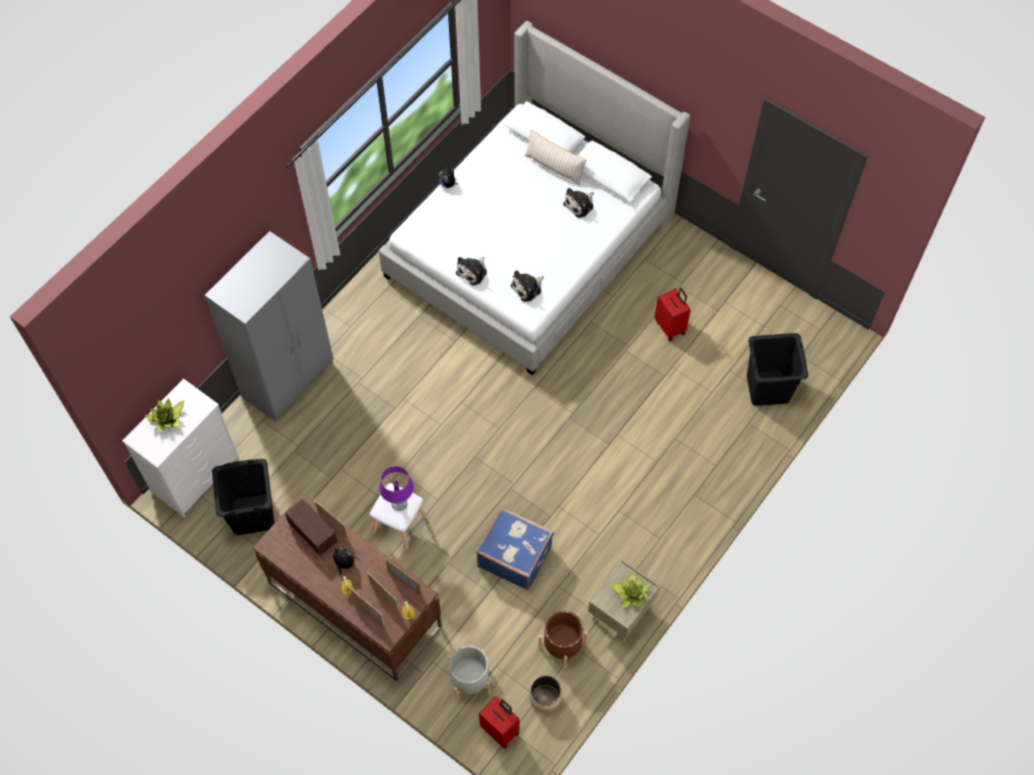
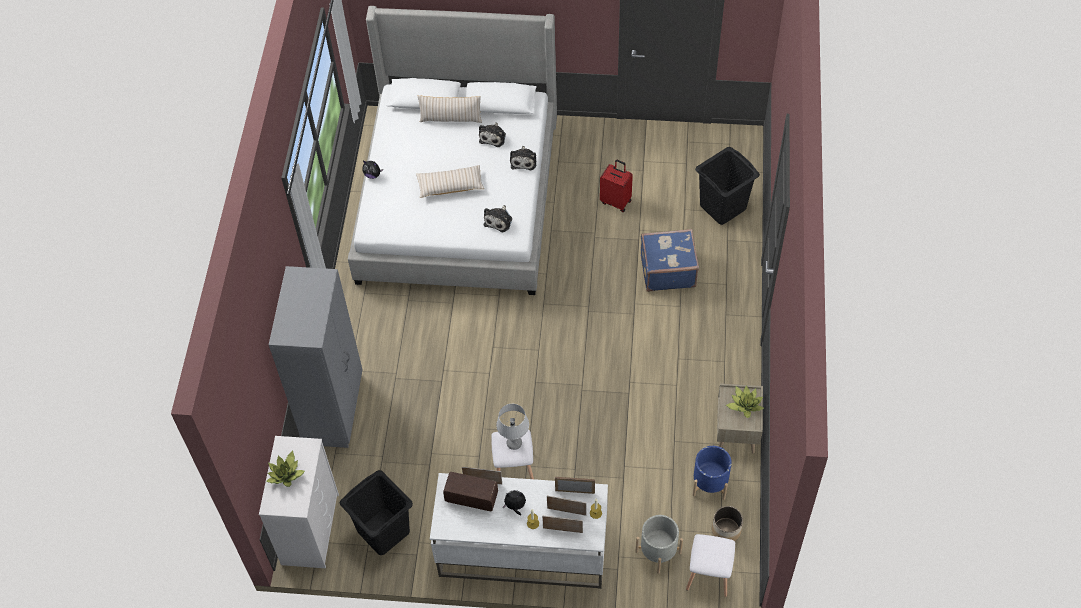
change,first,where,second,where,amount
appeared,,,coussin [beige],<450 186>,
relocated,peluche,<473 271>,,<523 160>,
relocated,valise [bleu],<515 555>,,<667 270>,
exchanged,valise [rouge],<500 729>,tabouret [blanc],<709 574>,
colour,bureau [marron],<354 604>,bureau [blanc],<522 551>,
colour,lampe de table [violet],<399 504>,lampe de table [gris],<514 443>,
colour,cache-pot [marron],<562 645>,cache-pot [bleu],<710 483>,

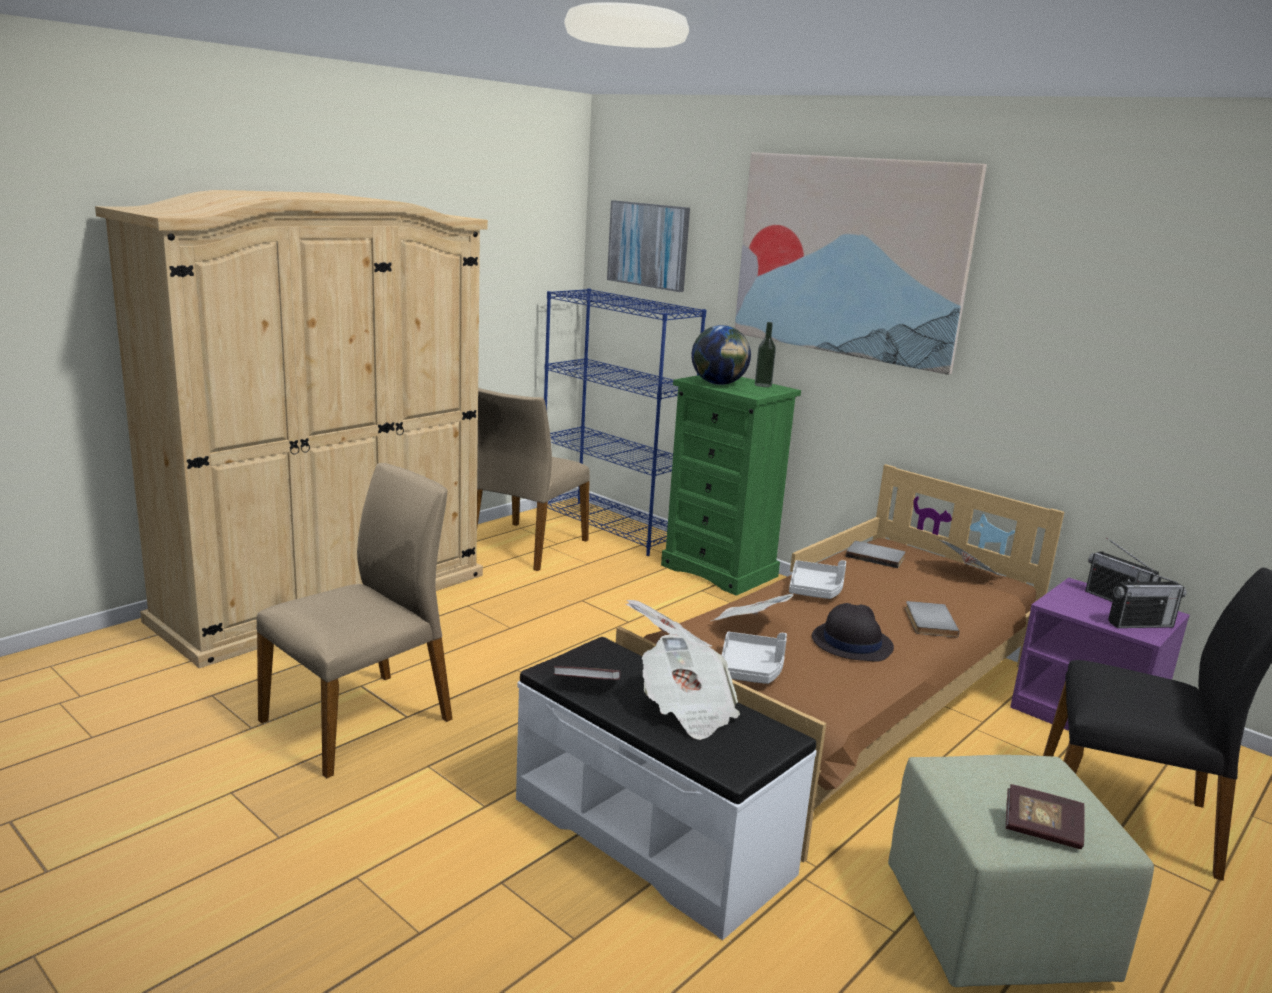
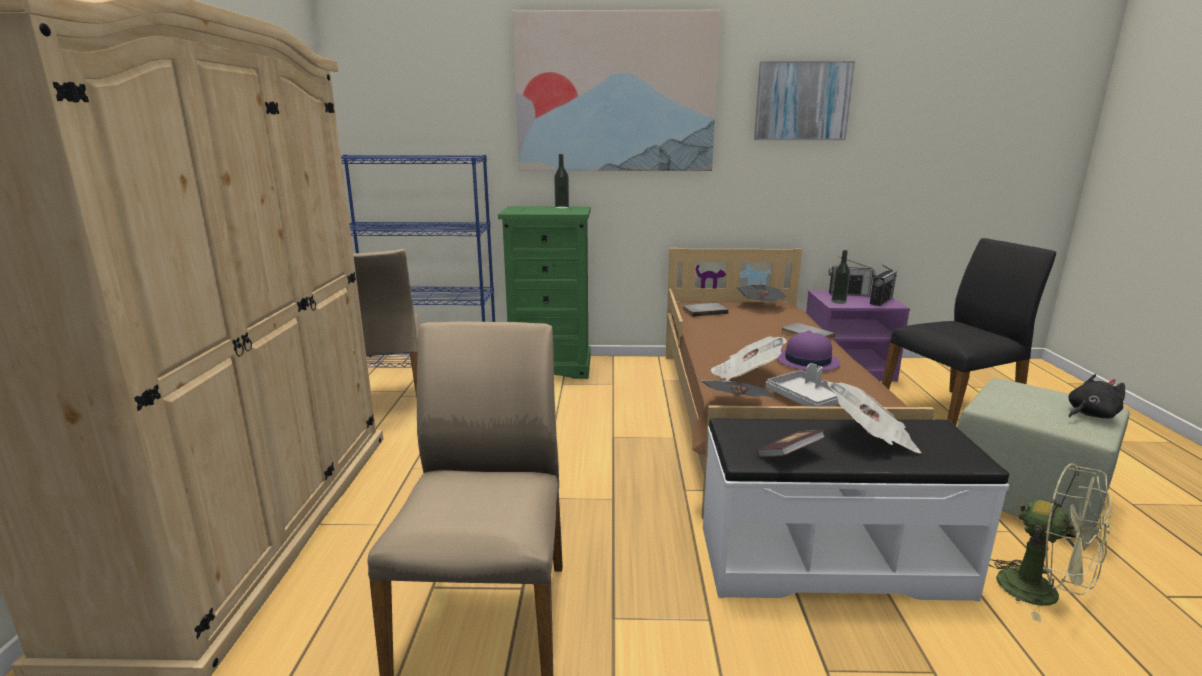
change,first,where,second,where,amount
missing,globe,<718 384>,,,
missing,plateau [gris],<816 589>,,,
appeared,,,bouteille,<838 301>,
appeared,,,ventilateur [vert],<1042 593>,
relocated,tableau,<648 245>,,<802 101>,
exchanged,livre,<1041 830>,peluche [noir],<1089 414>,
colour,chapeau [noir],<851 643>,chapeau [violet],<807 361>,

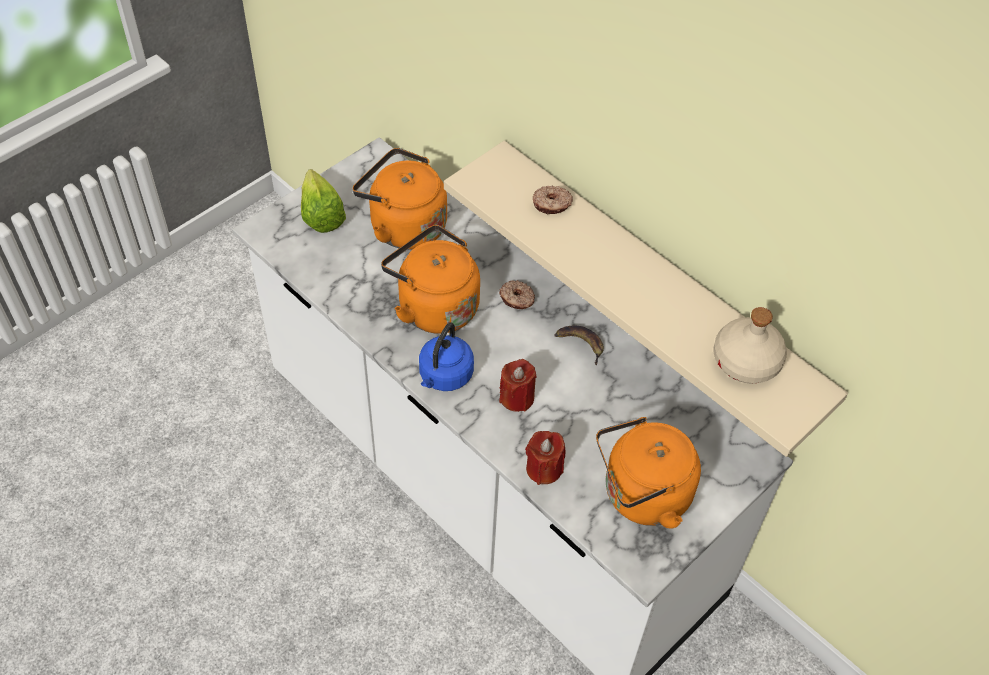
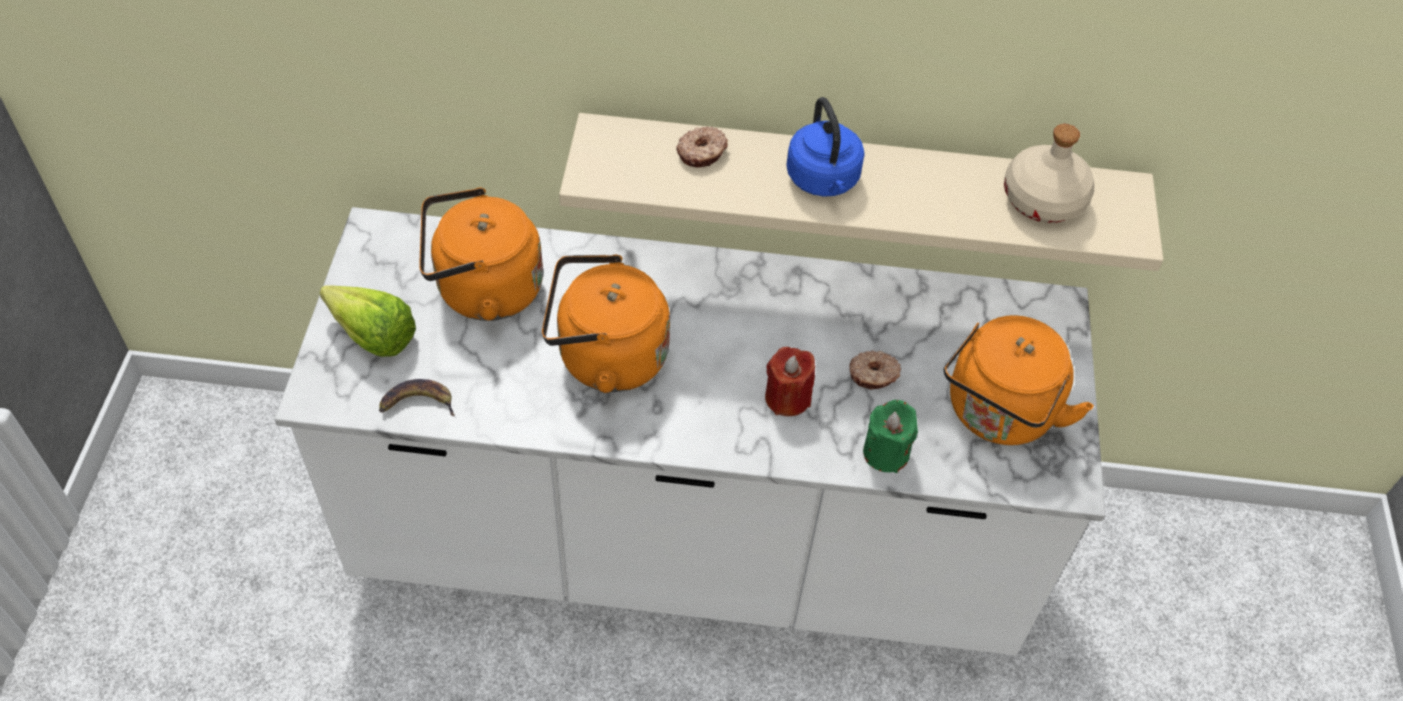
change,first,where,second,where,amount
relocated,bouilloire [bleu],<444 376>,,<823 181>,
relocated,beignet,<517 299>,,<873 375>,
relocated,banane,<580 344>,,<417 403>,
colour,bougie [rouge],<544 469>,bougie [vert],<886 452>,

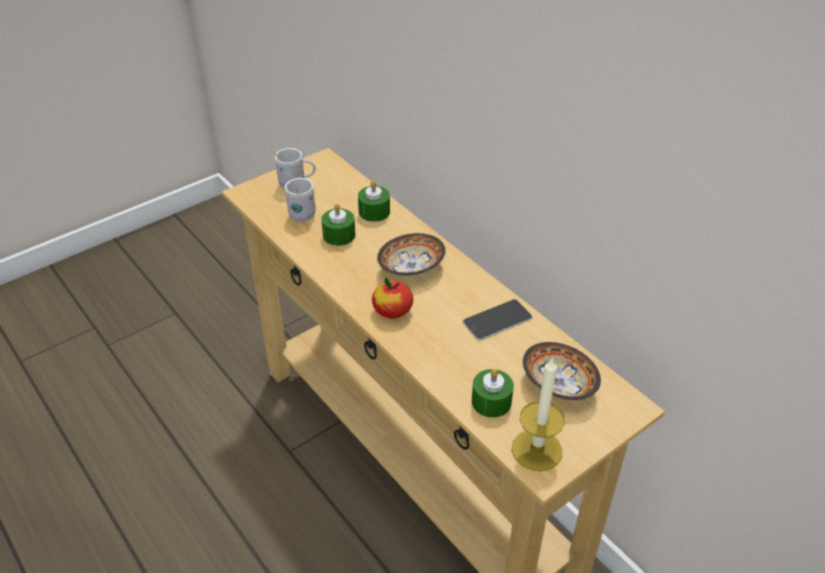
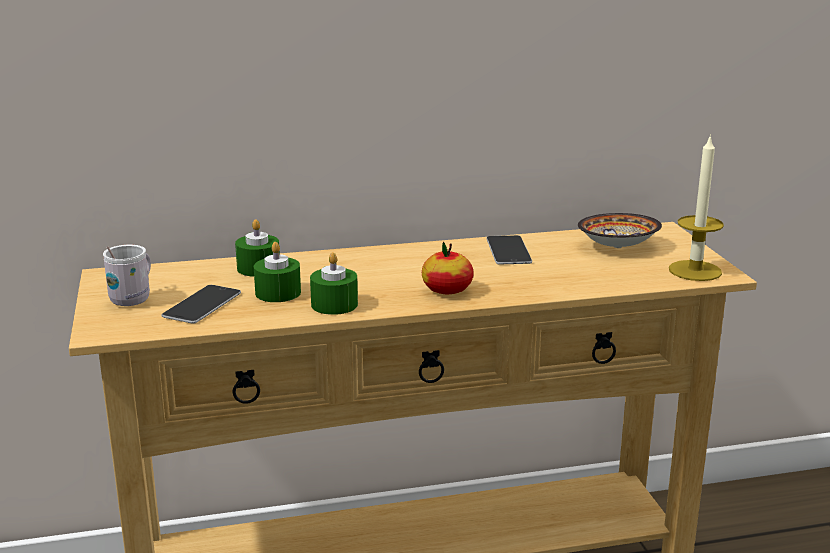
change,first,where,second,where,amount
missing,bol,<409 268>,,,
relocated,bougie [vert],<491 401>,,<334 304>,
exchanged,mug [blanc],<302 212>,téléphone,<202 304>,

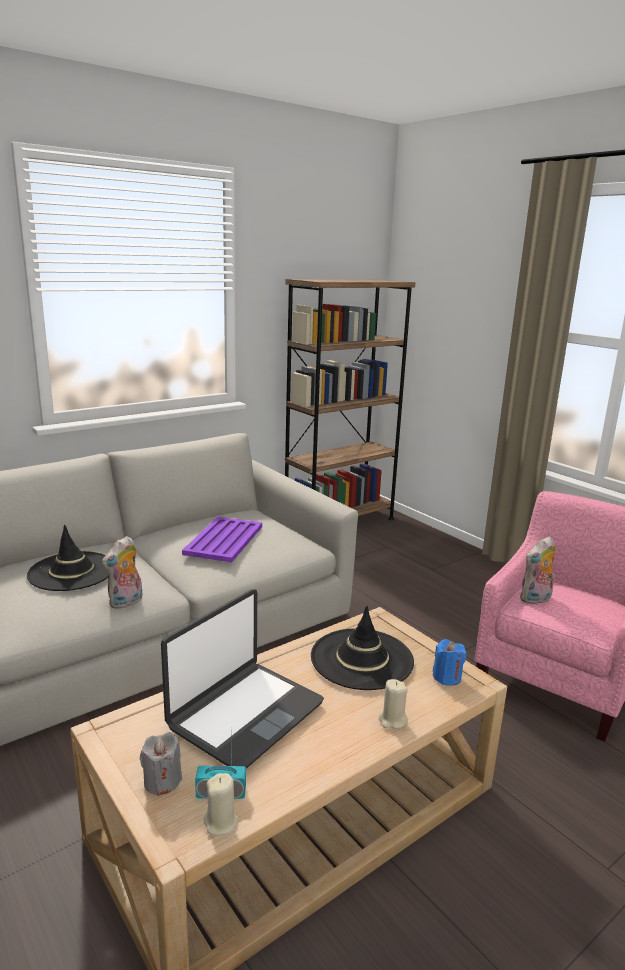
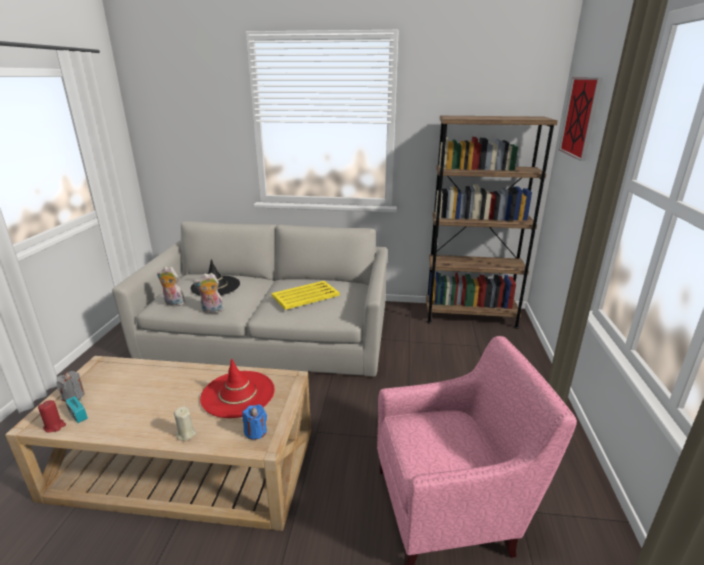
change,first,where,second,where,amount
missing,ordinateur portable,<245 714>,,,
appeared,,,tableau,<580 117>,
relocated,peluche,<535 600>,,<173 304>,
colour,plateau [violet],<223 540>,plateau [jaune],<305 295>,
colour,bougie [beige],<221 822>,bougie [rouge],<54 426>,
colour,chapeau [noir],<362 659>,chapeau [rouge],<238 394>,

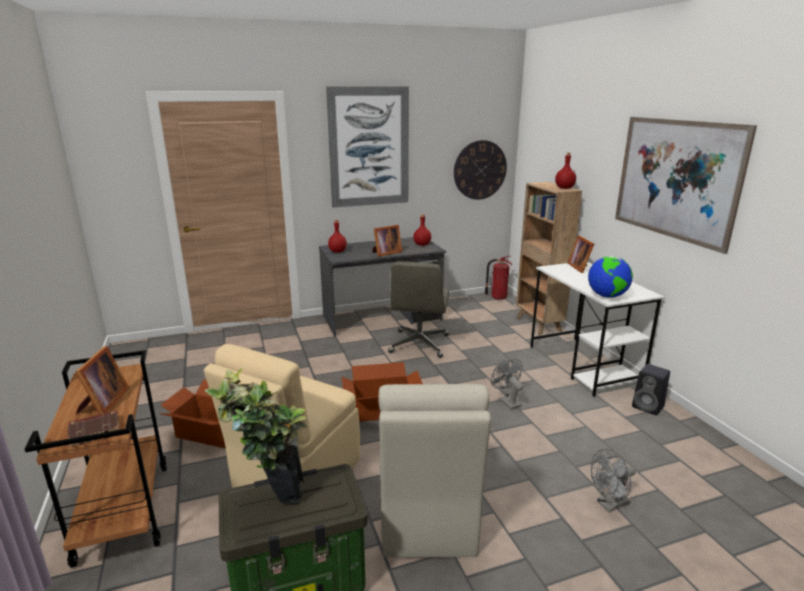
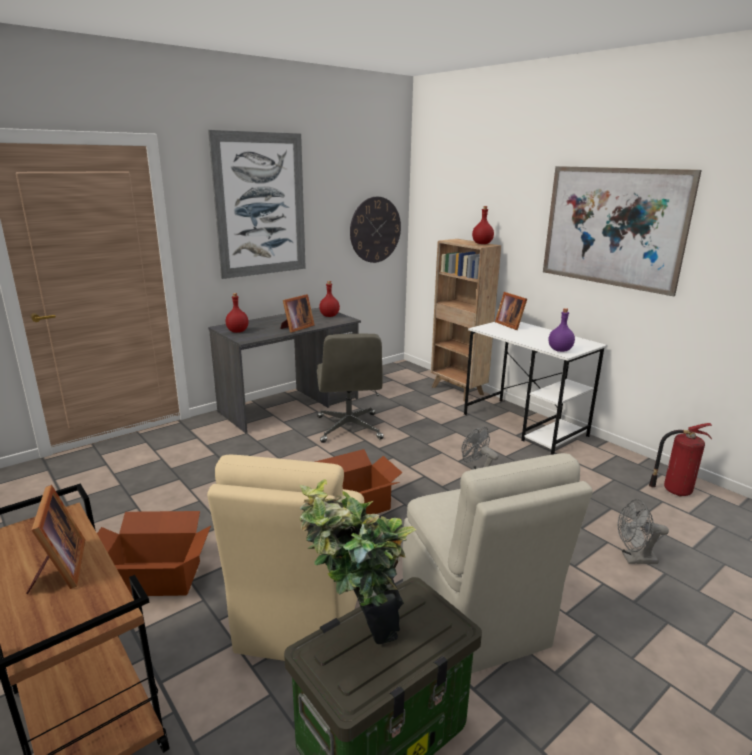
change,first,where,second,where,amount
missing,livre [marron],<95 431>,,,
missing,enceinte [noir],<648 407>,,,
relocated,extincteur,<498 297>,,<674 490>,
exchanged,globe,<607 296>,bouteille [violet],<559 350>,
spun,ventilateur [gris],<609 505>,,<634 559>,45 degrees clockwise

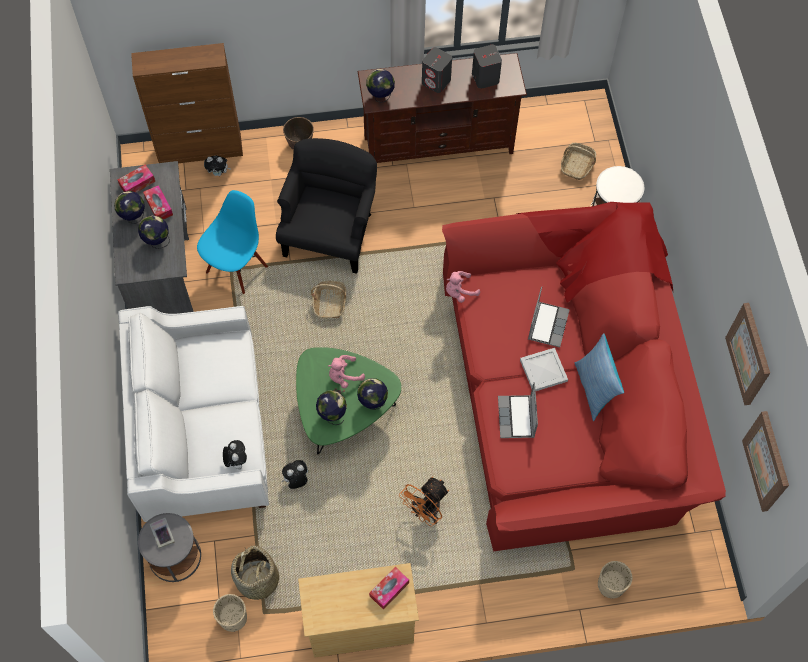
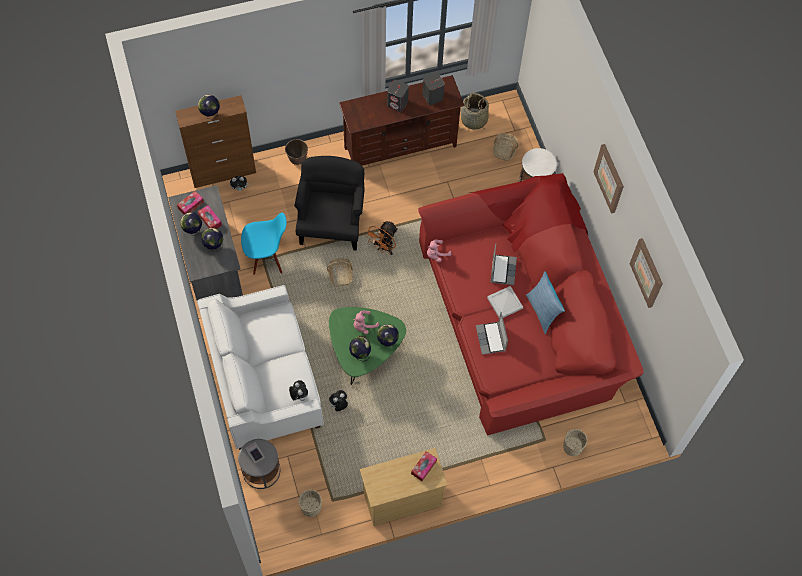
change,first,where,second,where,amount
relocated,panier,<257 580>,,<474 120>,
relocated,globe,<380 97>,,<210 115>,
relocated,ventilateur [orange],<425 511>,,<383 248>,
relocated,tableau,<767 461>,,<609 178>,
spun,chaise [bleu],<236 268>,,<267 258>,60 degrees clockwise

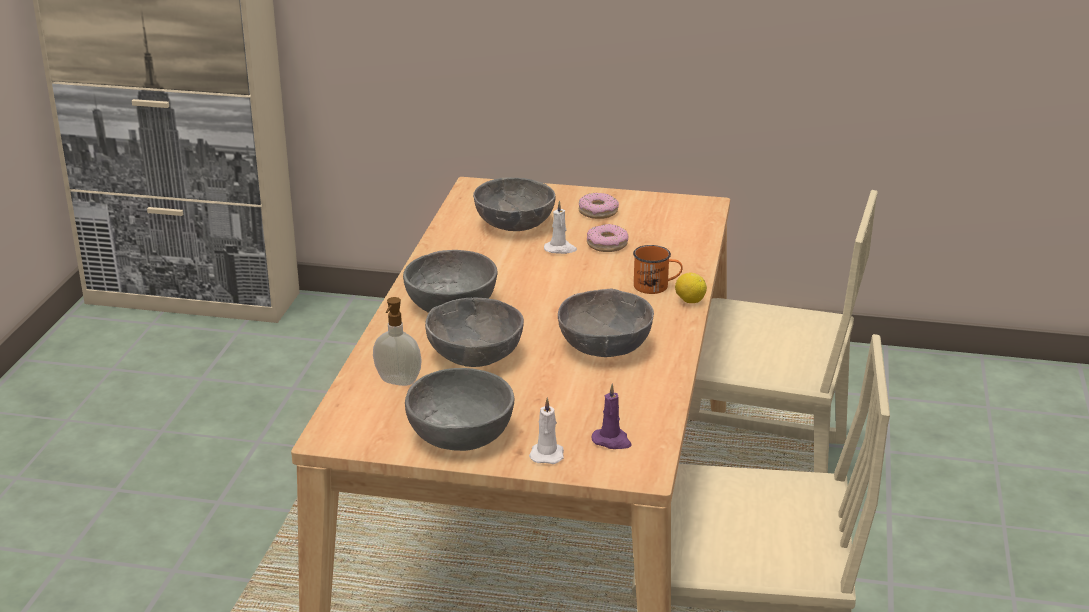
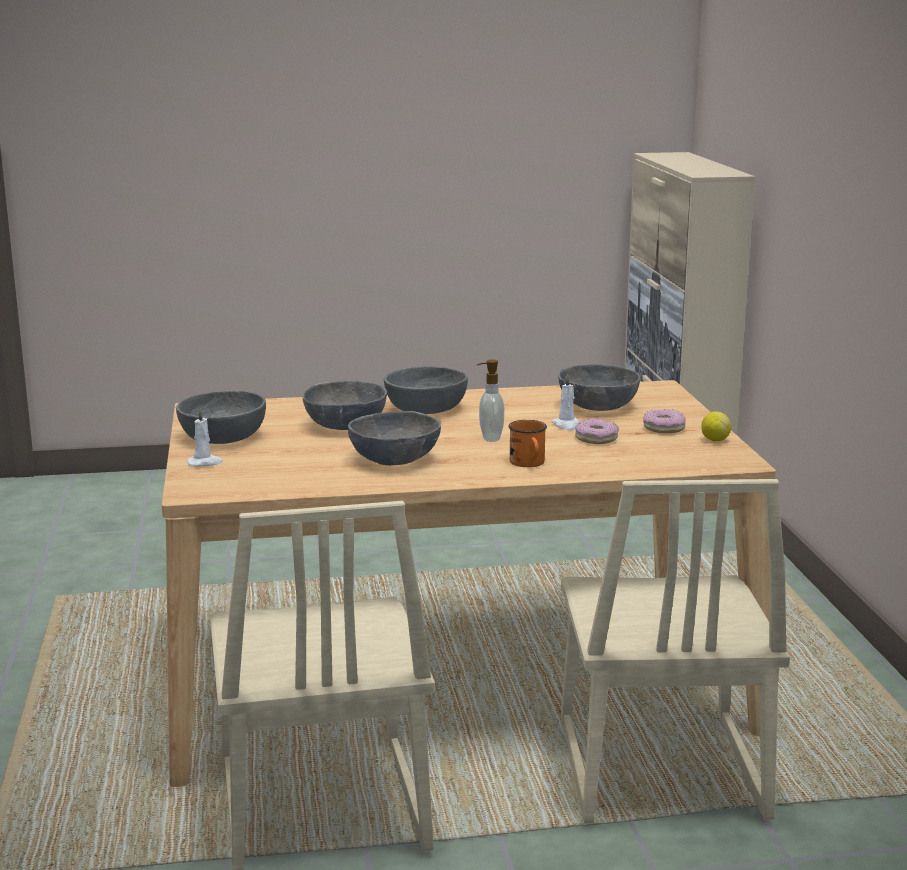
change,first,where,second,where,amount
missing,bougie [violet],<612 441>,,,
relocated,distributeur de savon,<397 382>,,<490 438>,
relocated,citron,<689 301>,,<715 440>,

